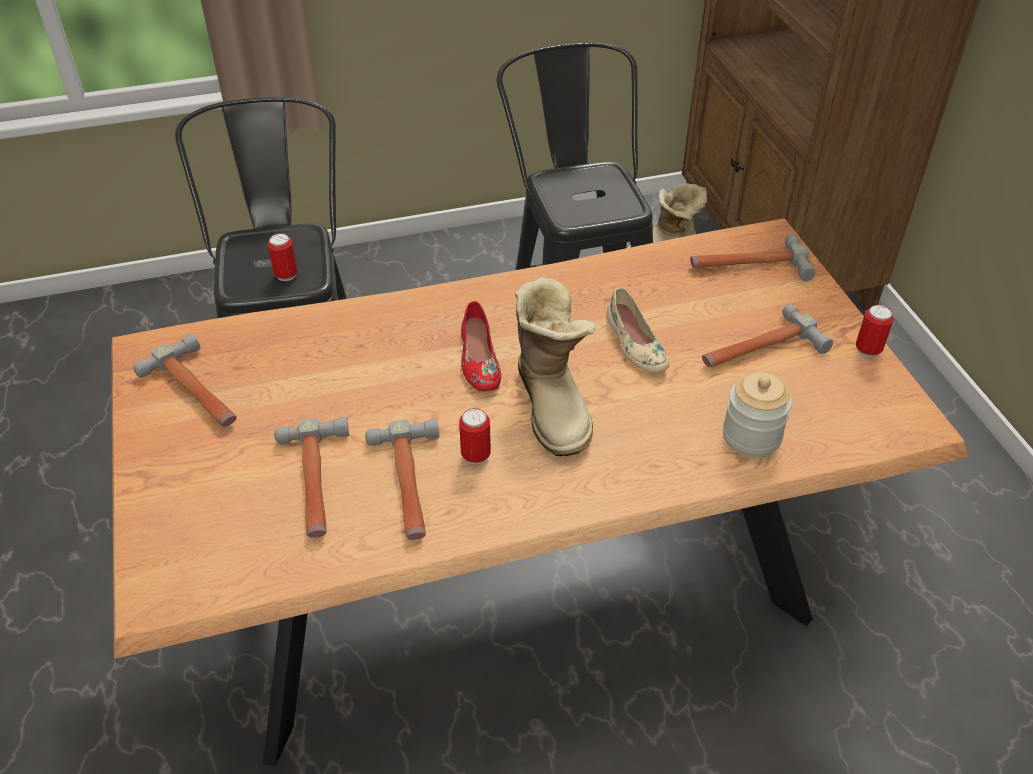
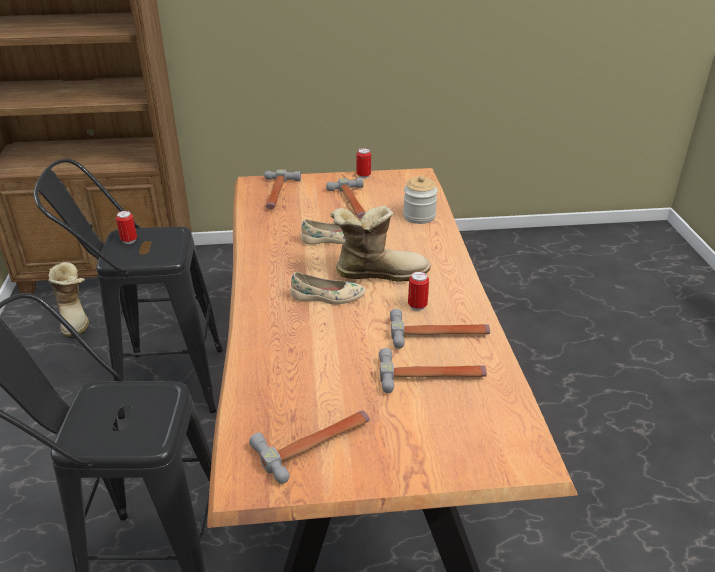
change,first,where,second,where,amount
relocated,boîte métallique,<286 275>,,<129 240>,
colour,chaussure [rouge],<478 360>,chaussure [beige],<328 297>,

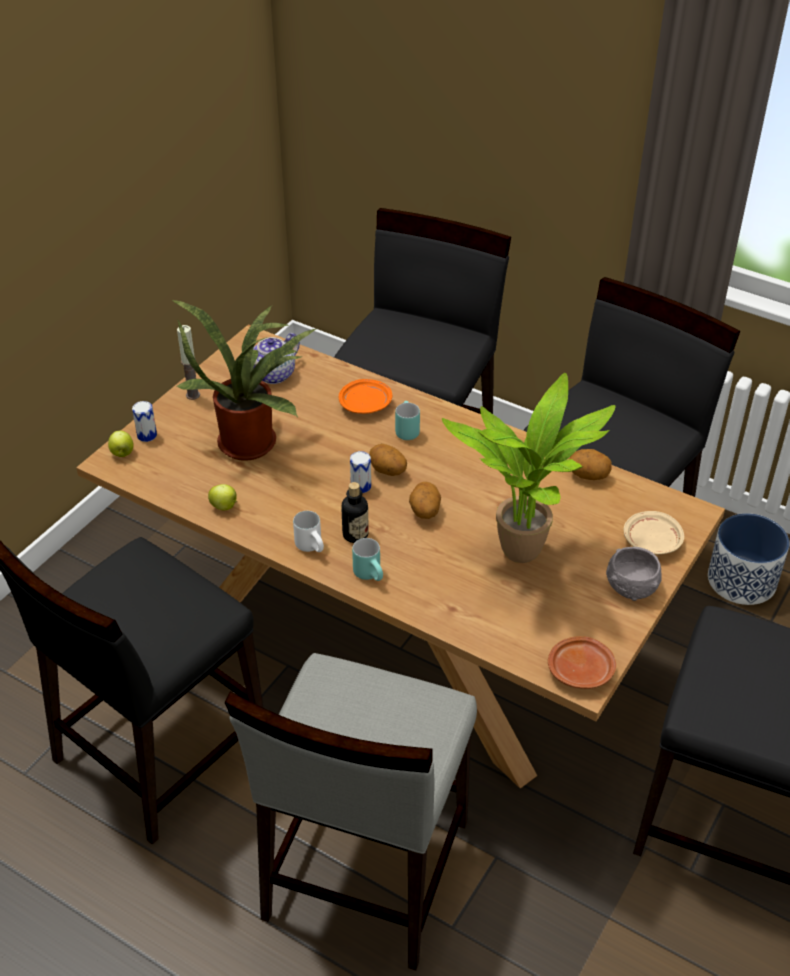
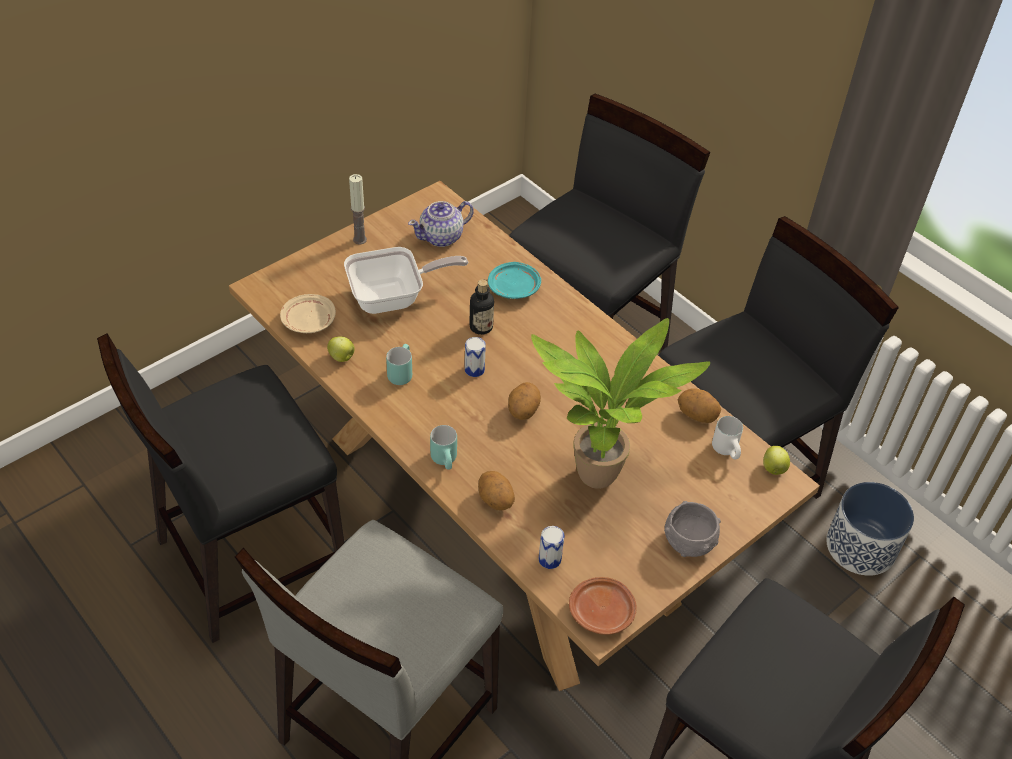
change,first,where,second,where,amount
relocated,pomme,<122 453>,,<773 469>,
relocated,boîte métallique,<147 435>,,<549 559>,
relocated,mug [blanc],<313 547>,,<728 451>,
relocated,bouteille,<355 534>,,<481 327>,
relocated,pomme de terre,<387 471>,,<495 501>,
relocated,mug [turquoise],<405 430>,,<400 372>,
relocated,assiette [beige],<652 541>,,<308 321>,
exchanged,plante en pot,<252 440>,poêle,<394 298>,
colour,assiette [orange],<366 404>,assiette [turquoise],<514 287>,

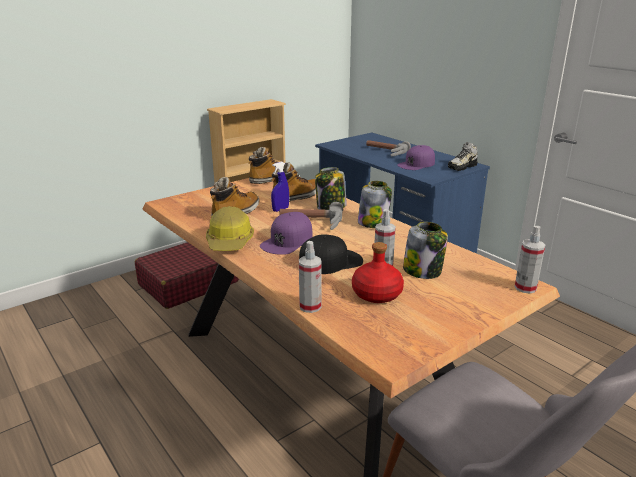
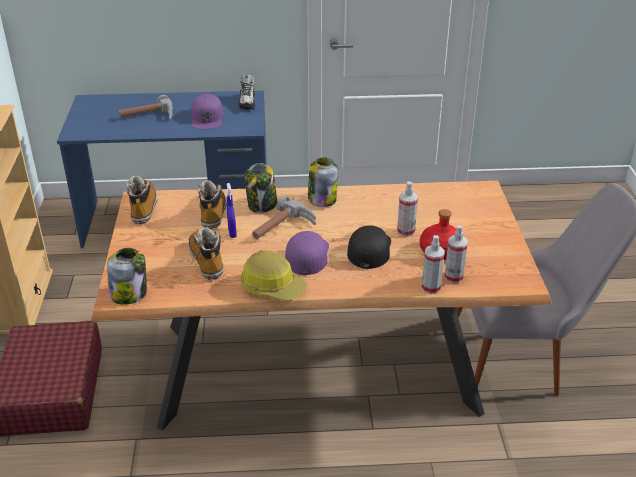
change,first,where,second,where,amount
relocated,bocal,<423 271>,,<129 294>,
relocated,vaporisateur,<525 288>,,<453 277>,
spun,casquette [violet],<287 241>,,<307 255>,150 degrees counterclockwise

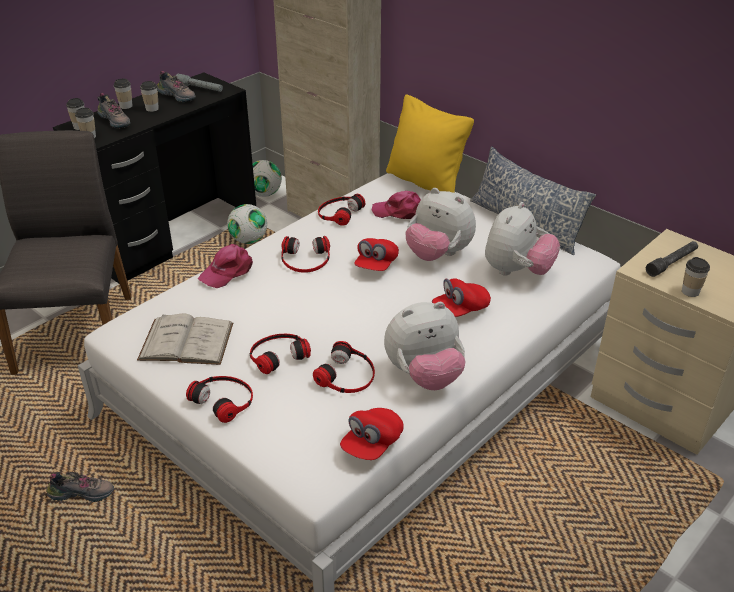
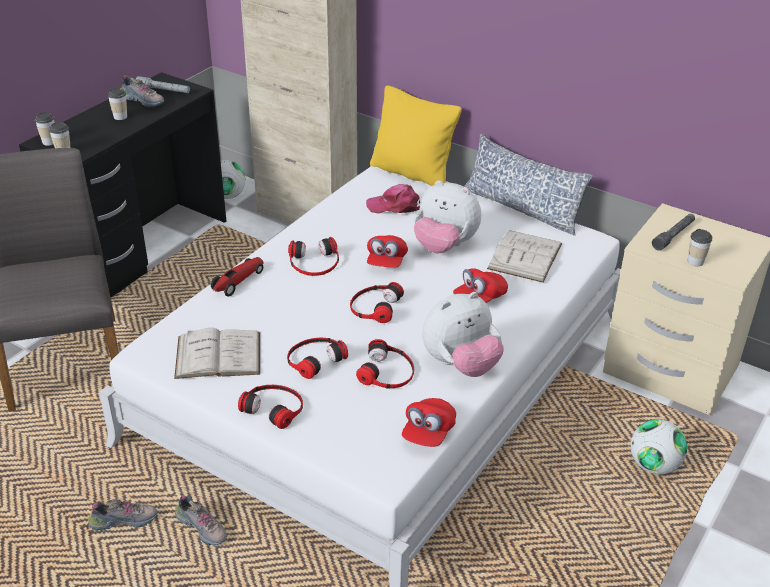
change,first,where,second,where,amount
missing,tasse,<126 106>,,,
relocated,chaussure,<115 121>,,<203 528>,
relocated,ballon de foot,<249 240>,,<654 465>,
relocated,casque audio,<339 213>,,<374 307>,
exchanged,casquette [rose],<227 271>,petite voiture,<238 281>,
exchanged,peluche,<517 271>,livre [blanc],<525 256>,

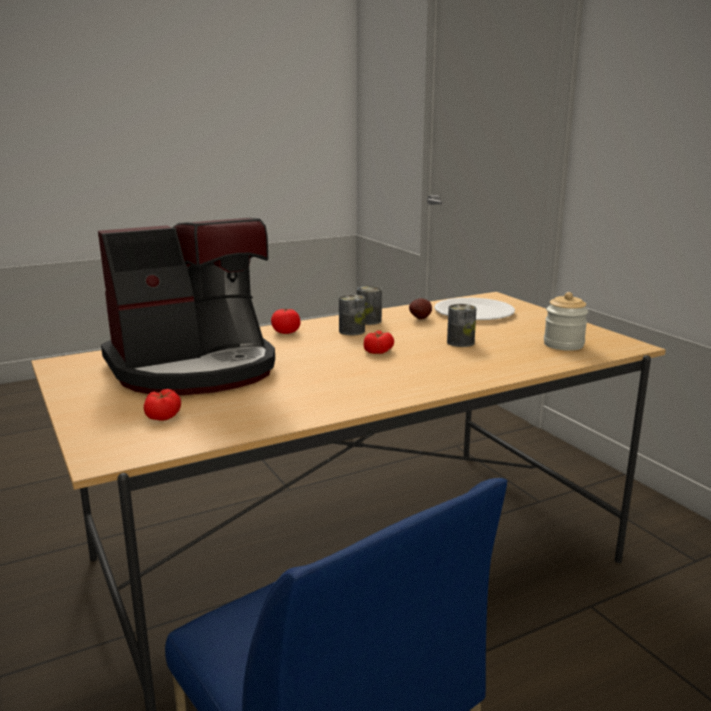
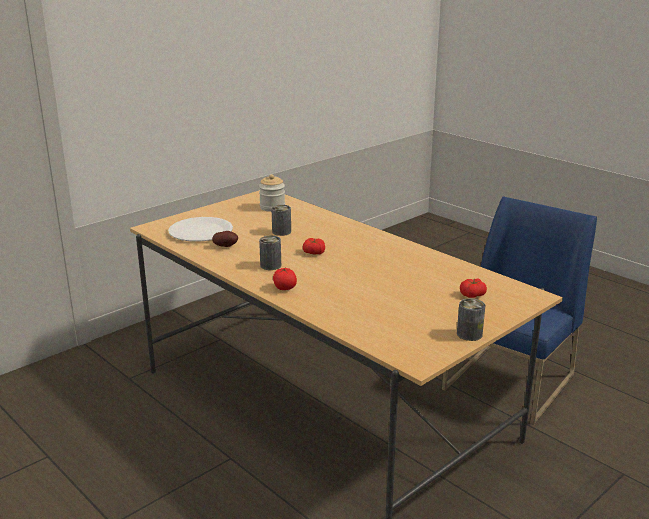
change,first,where,second,where,amount
missing,machine à café,<194 368>,,,
relocated,boîte métallique,<369 321>,,<469 334>,

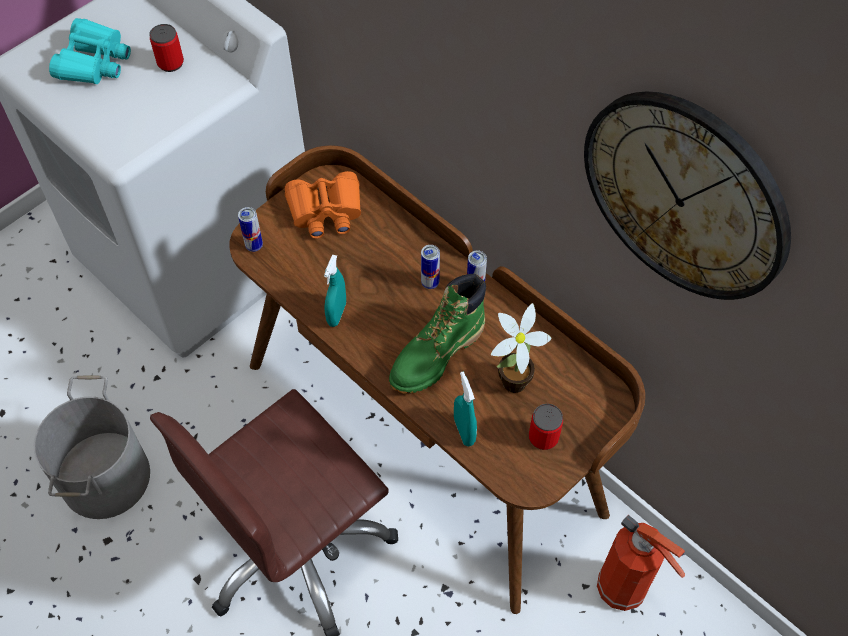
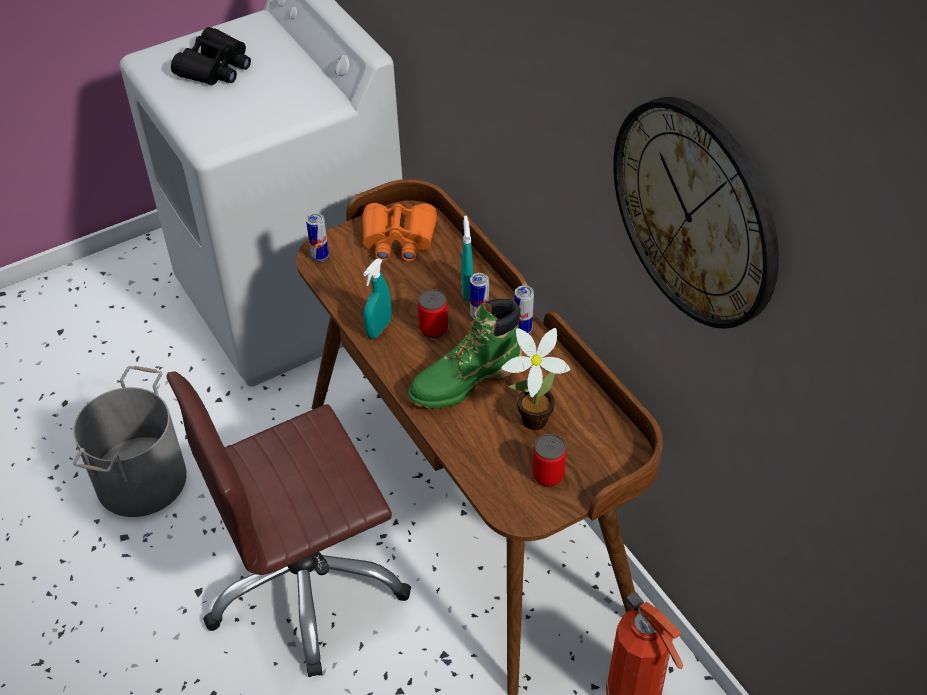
change,first,where,second,where,amount
relocated,boîte métallique,<170 63>,,<433 329>,
relocated,vaporisateur [turquoise],<464 431>,,<467 290>,
colour,jumelles [turquoise],<94 62>,jumelles [noir],<215 68>,

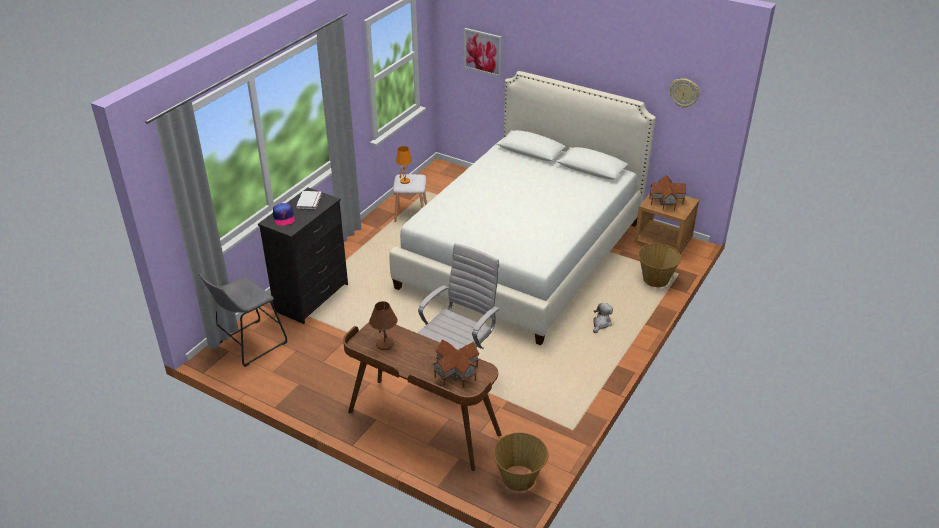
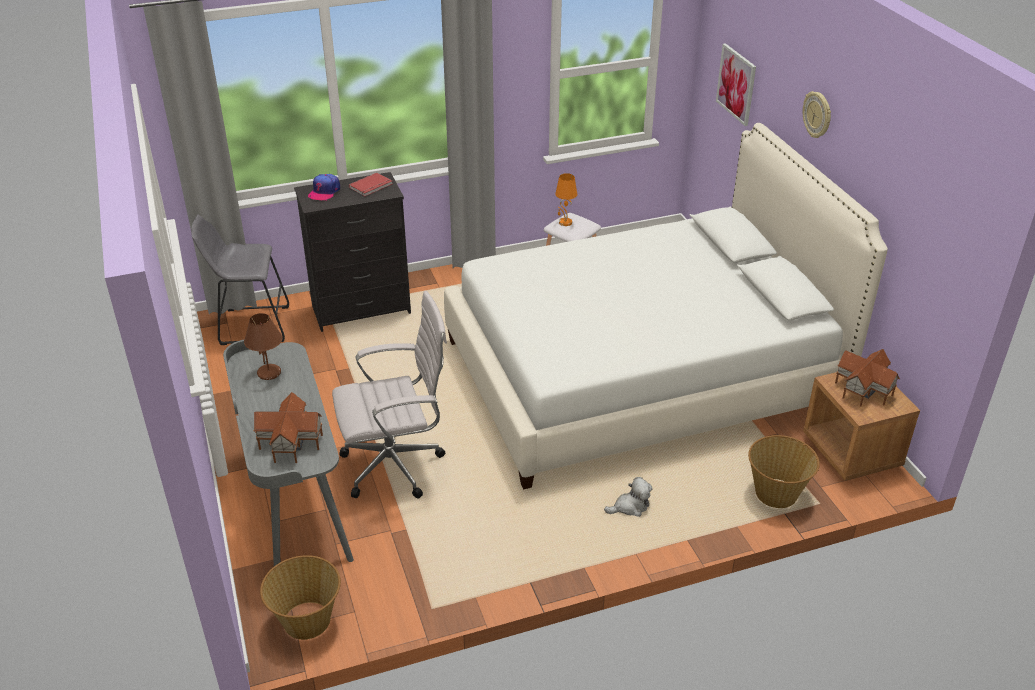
change,first,where,second,where,amount
relocated,horloge murale,<684 92>,,<817 115>,
colour,livre [blanc],<310 201>,livre [rouge],<371 186>,
colour,bureau [marron],<422 424>,bureau [gris],<294 498>,

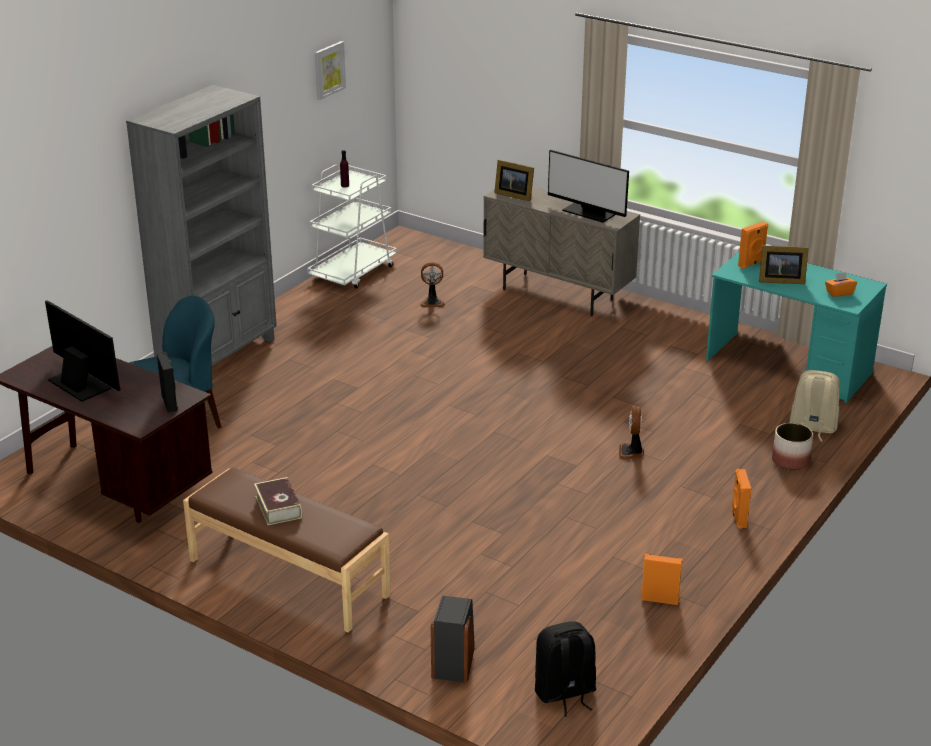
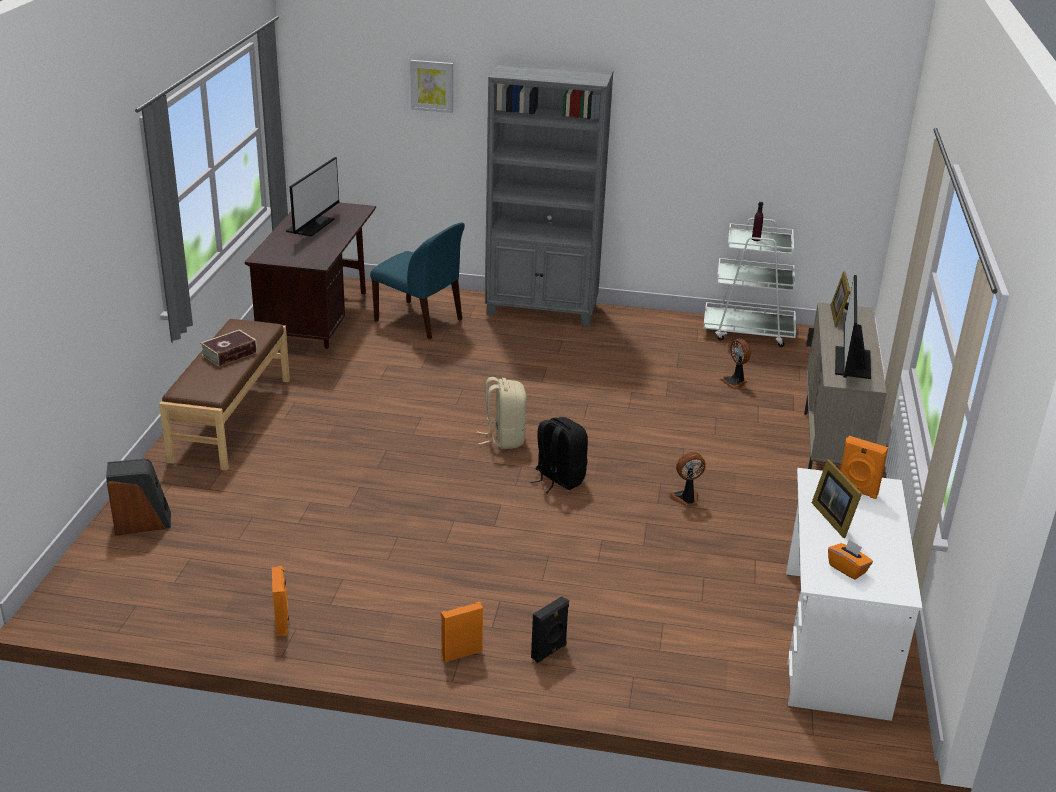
change,first,where,second,where,amount
missing,cache-pot,<791 461>,,,
relocated,enceinte [noir],<170 403>,,<549 652>,
relocated,tableau,<329 70>,,<432 86>,
relocated,sac à dos [noir],<564 693>,,<558 479>,
relocated,ventilateur,<631 452>,,<686 499>,
relocated,sac à dos [beige],<812 428>,,<504 438>,
colour,bureau [turquoise],<788 367>,bureau [blanc],<834 642>,

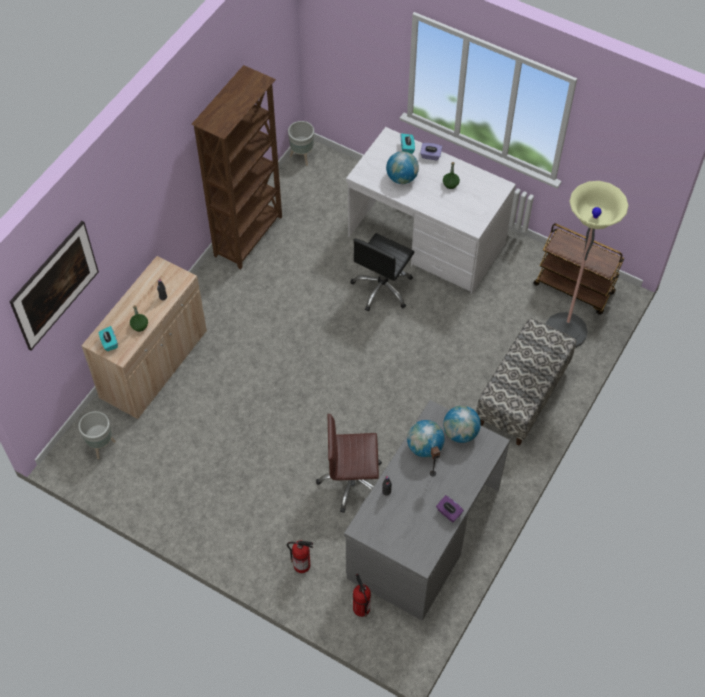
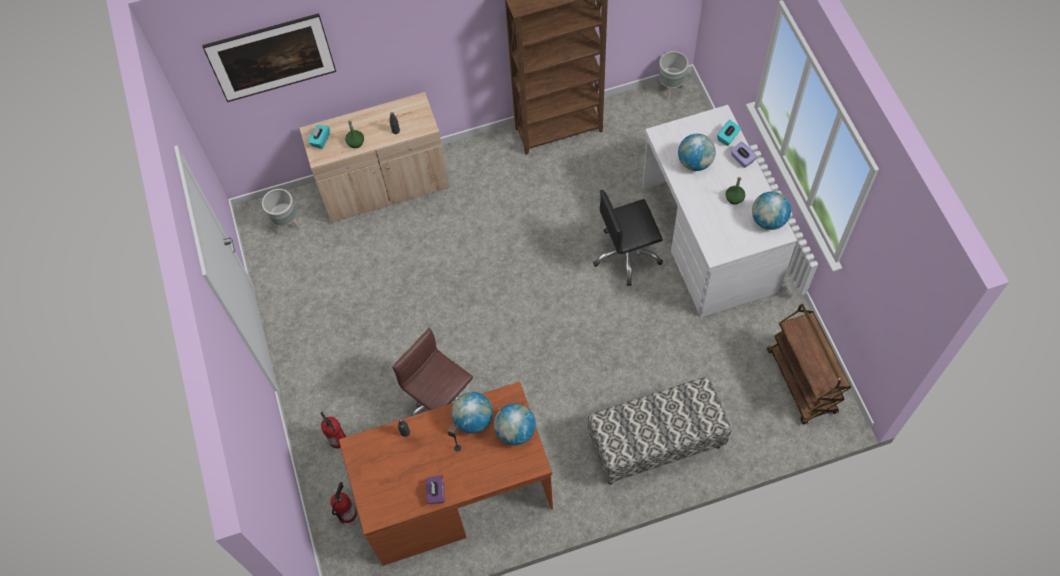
change,first,where,second,where,amount
missing,lampadaire,<565 331>,,,
appeared,,,globe,<768 220>,
colour,bureau [gris],<422 533>,bureau [marron],<454 493>,

